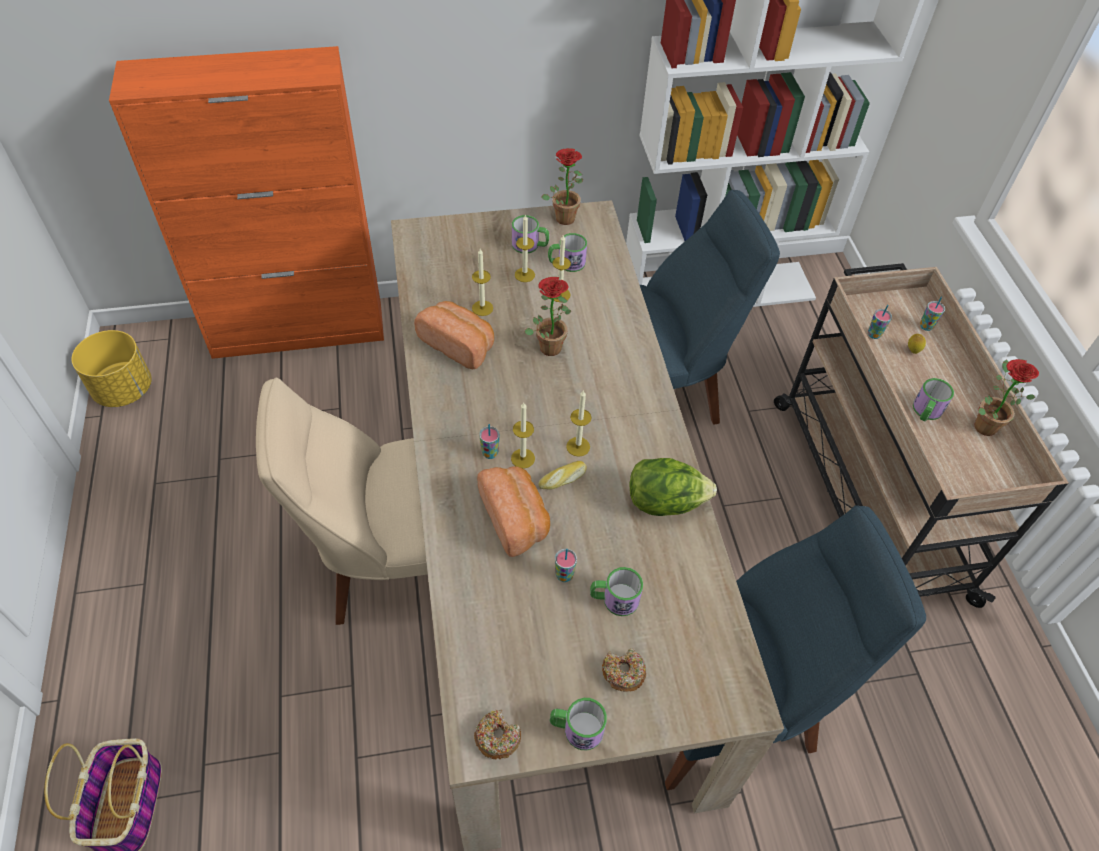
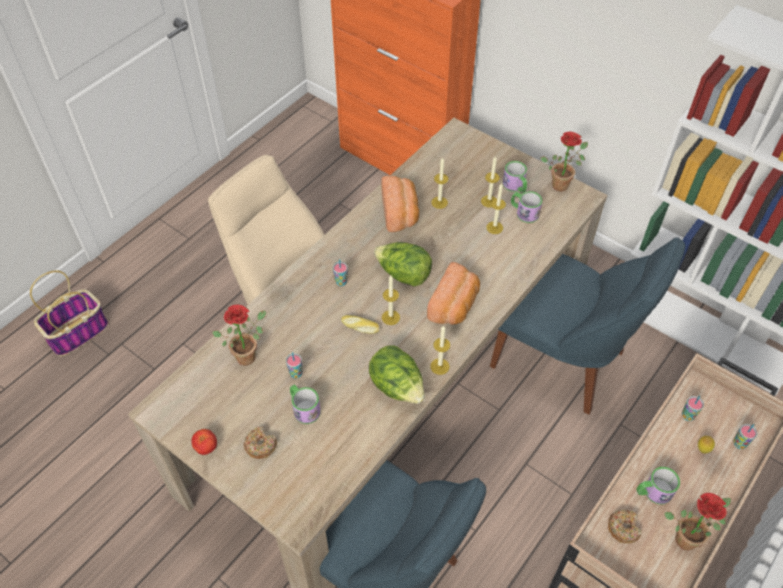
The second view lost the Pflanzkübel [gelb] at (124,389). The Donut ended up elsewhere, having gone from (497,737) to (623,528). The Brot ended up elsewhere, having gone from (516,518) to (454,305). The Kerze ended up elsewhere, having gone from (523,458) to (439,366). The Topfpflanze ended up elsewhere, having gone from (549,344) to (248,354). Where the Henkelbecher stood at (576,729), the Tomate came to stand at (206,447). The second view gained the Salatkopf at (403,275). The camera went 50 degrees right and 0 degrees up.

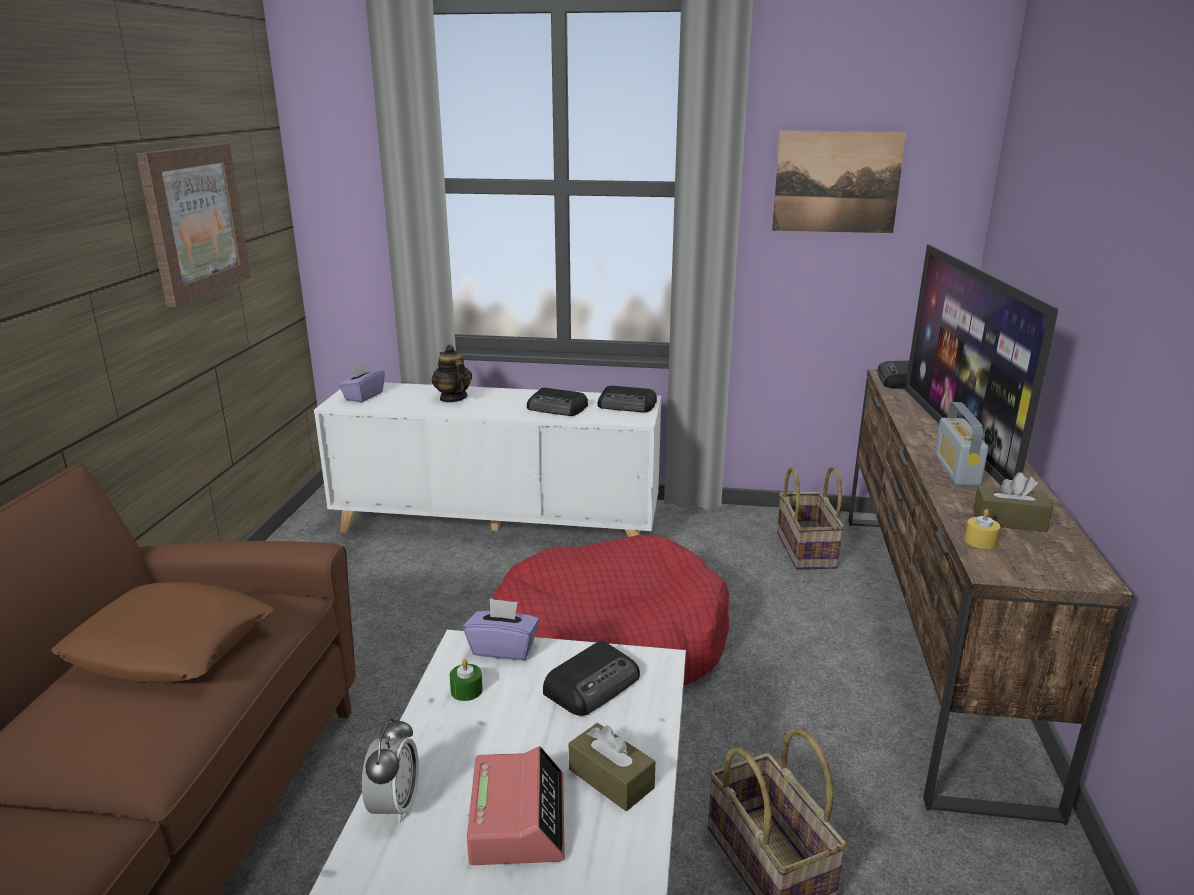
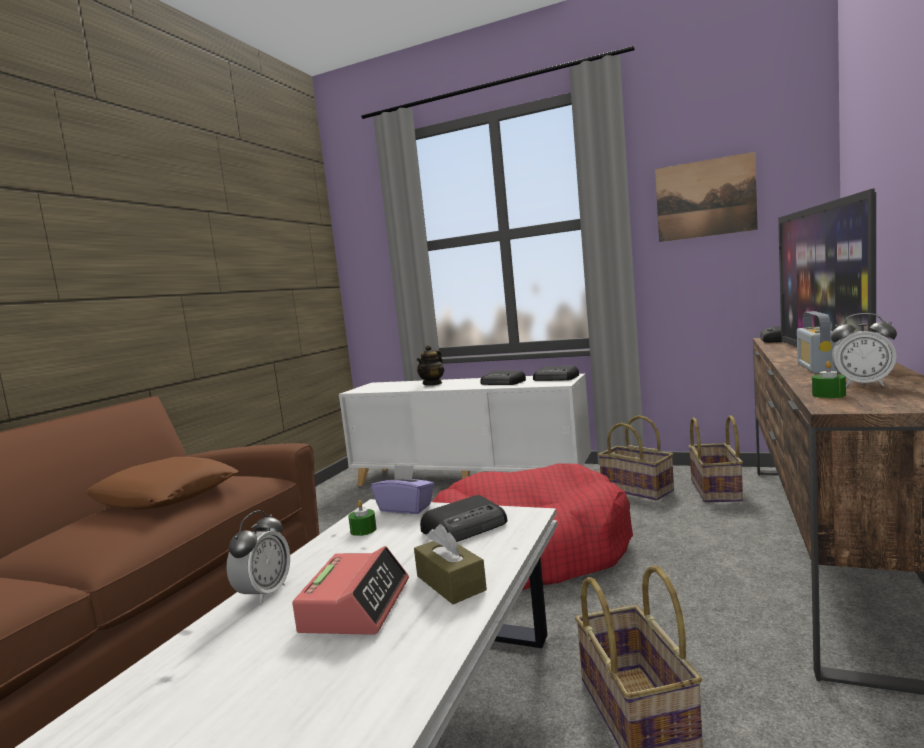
The second view lost the Bild at (194,221). The second view lost the Taschentuchbox [lila] at (363,396). The Teekanne at (453,398) ended up facing another way, 135 degrees counterclockwise from before. What was the Kerze [gelb] at (980,541) turned into the Kerze [grün] at (828,395). Where the Taschentuchbox [braun] stood at (1009,520), the Wecker came to stand at (863,385). The second view gained the Korb at (638,489). The camera went 15 degrees right and 15 degrees down.

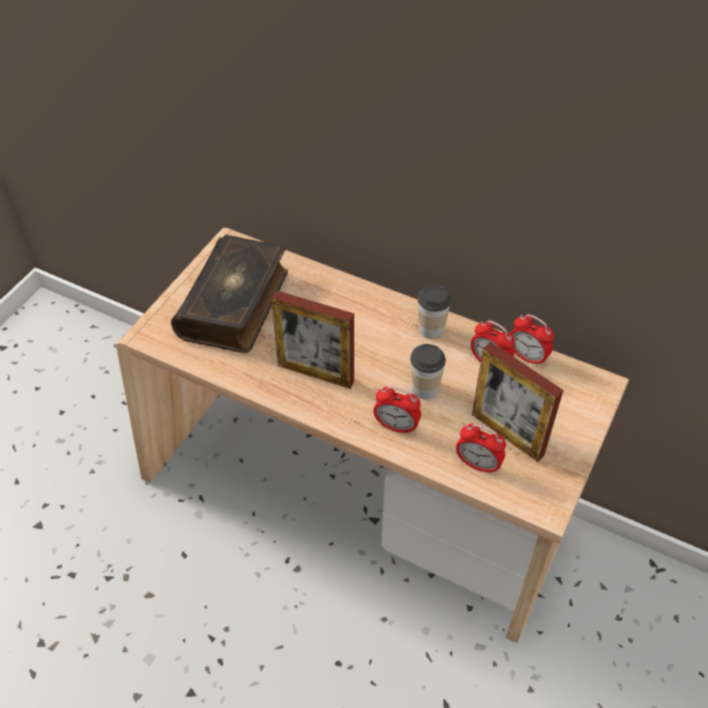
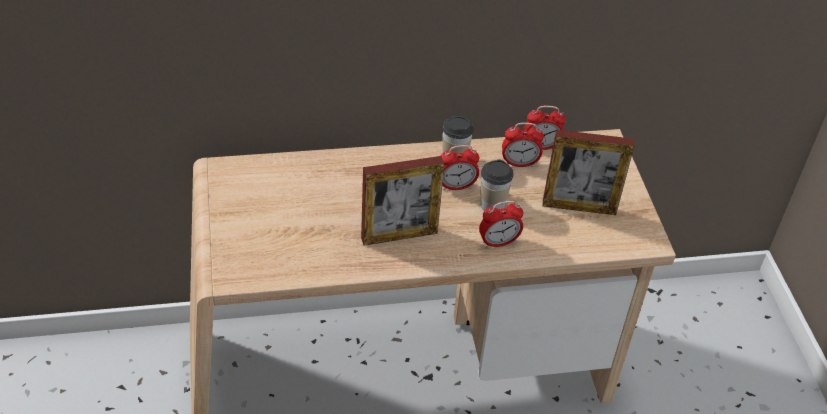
The second view lost the Buch at (235,304). The Wecker ended up elsewhere, having gone from (477,464) to (456,186). The camera went 40 degrees left and 5 degrees down.

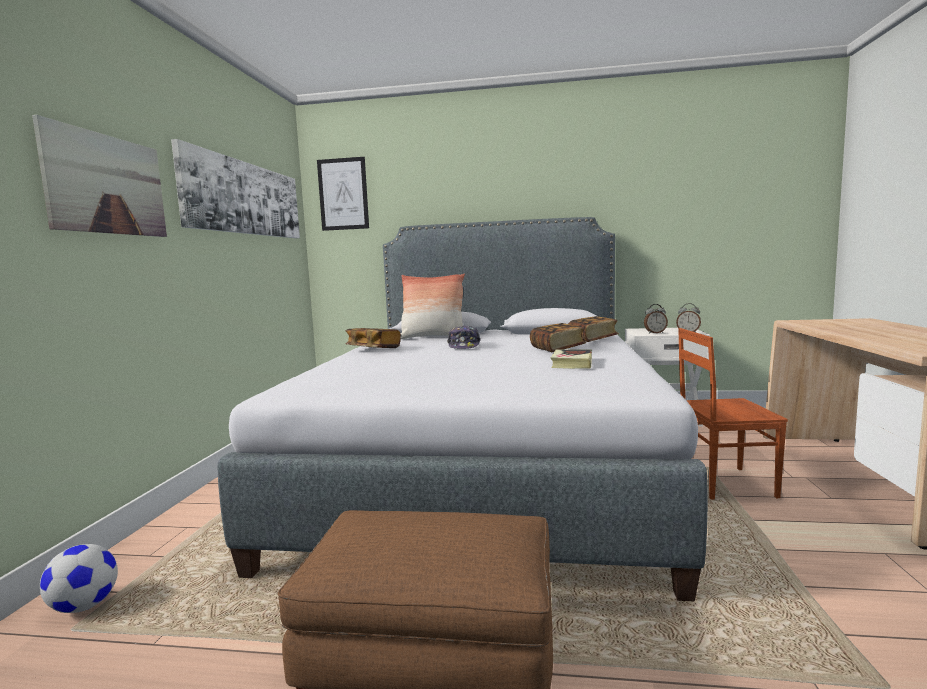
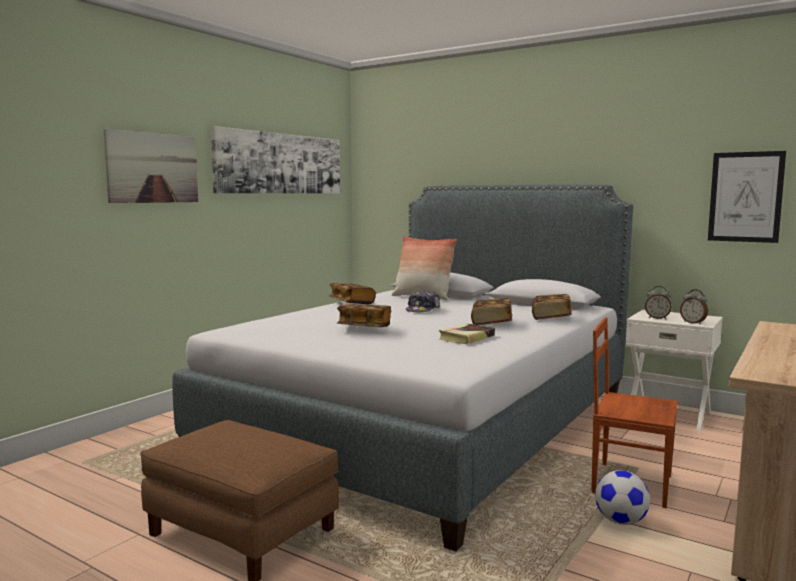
The Fußball ended up elsewhere, having gone from (84,606) to (620,521). The Bild ended up elsewhere, having gone from (343,194) to (745,197). The second view gained the Buch at (364,328). The camera went 25 degrees right and 0 degrees up.

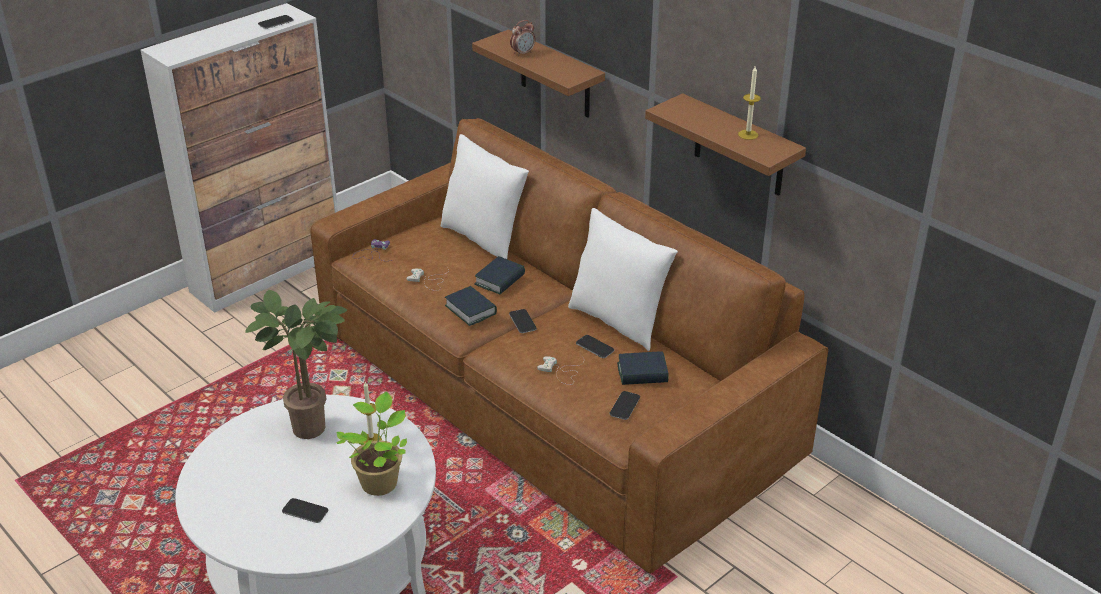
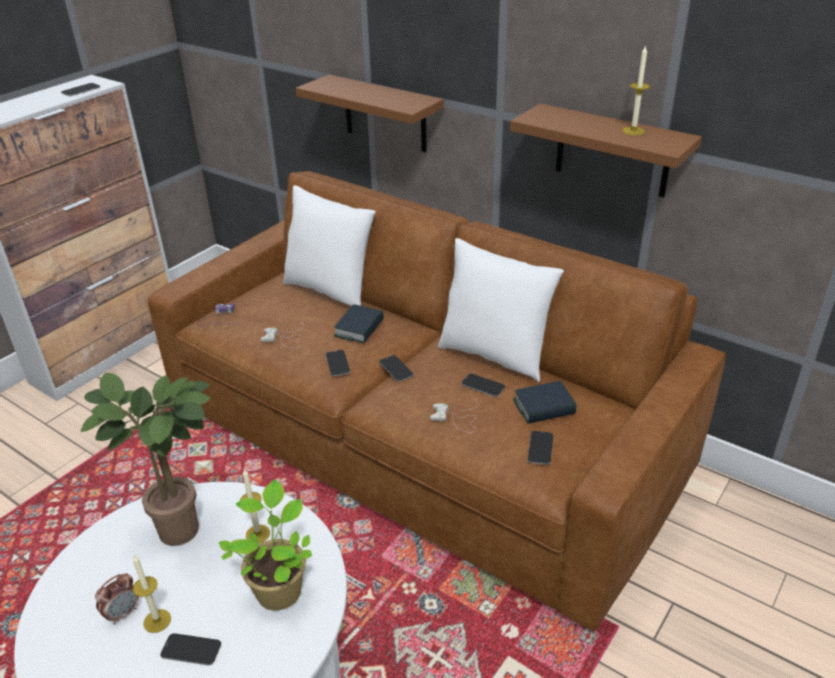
Where the Buch stood at (470,310), the Handy came to stand at (337,363). The Wecker ended up elsewhere, having gone from (523,53) to (123,613). The second view gained the Kerze at (157,621). The camera went 10 degrees left and 0 degrees up.

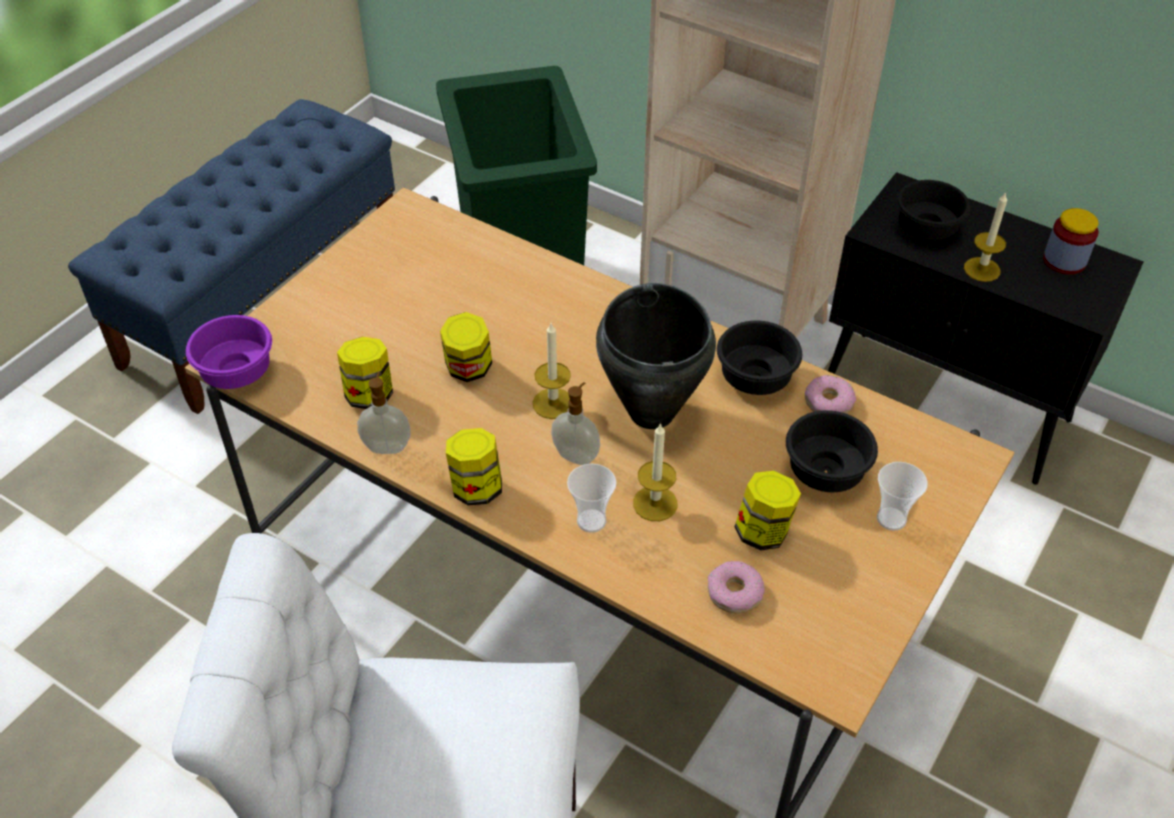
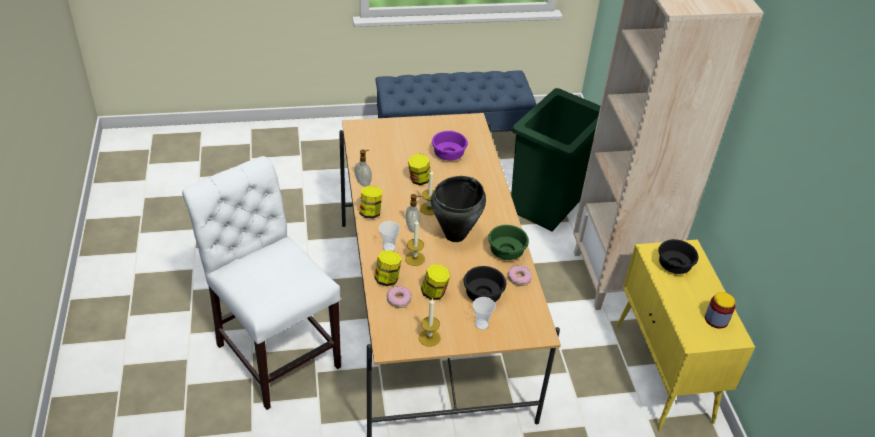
The Schüssel [lila] ended up elsewhere, having gone from (234,372) to (447,154). The Vorratsglas ended up elsewhere, having gone from (369,395) to (387,279). What was the Schüssel [schwarz] at (753,379) turned into the Schüssel [grün] at (505,252). What was the Schrank [schwarz] at (947,406) turned into the Schrank [gelb] at (663,374). The Kerze ended up elsewhere, having gone from (982,269) to (429,338). The camera went 45 degrees right and 5 degrees down.

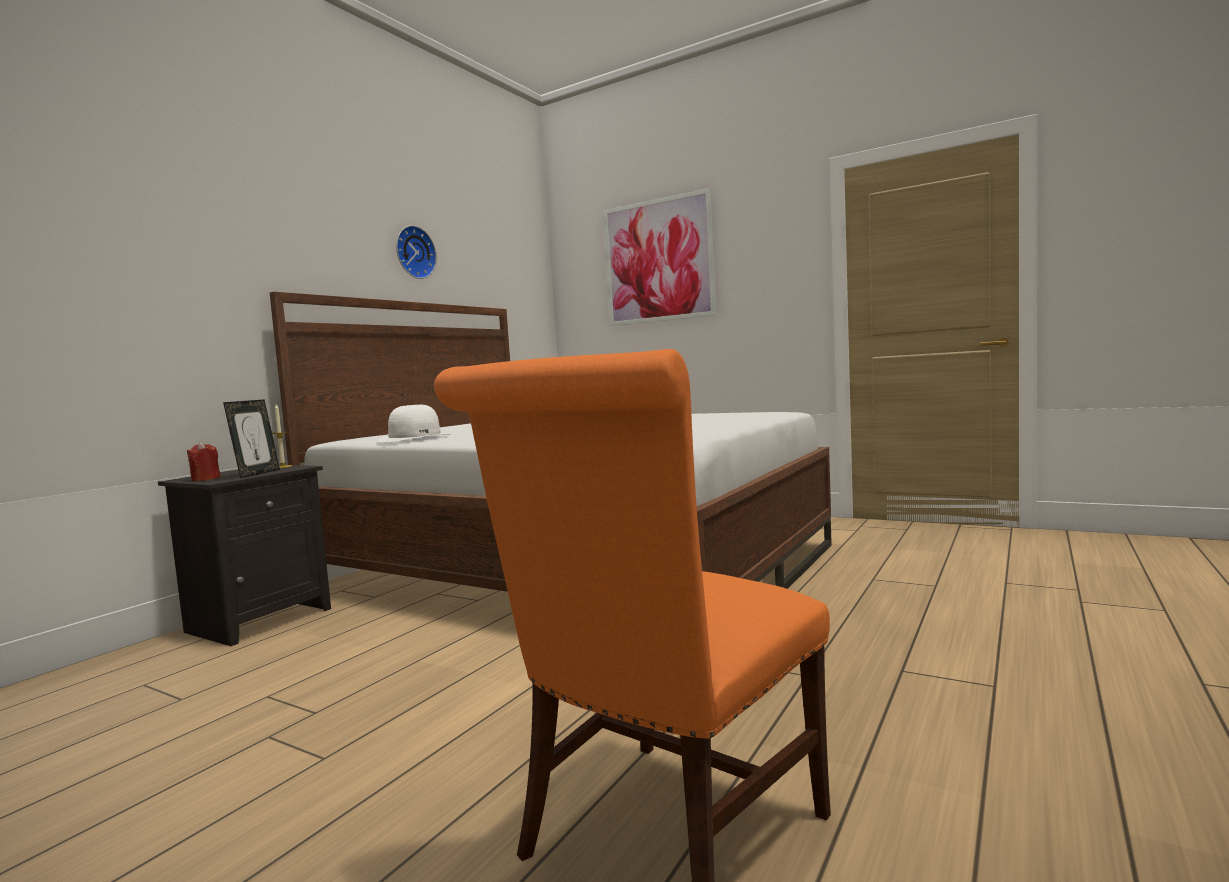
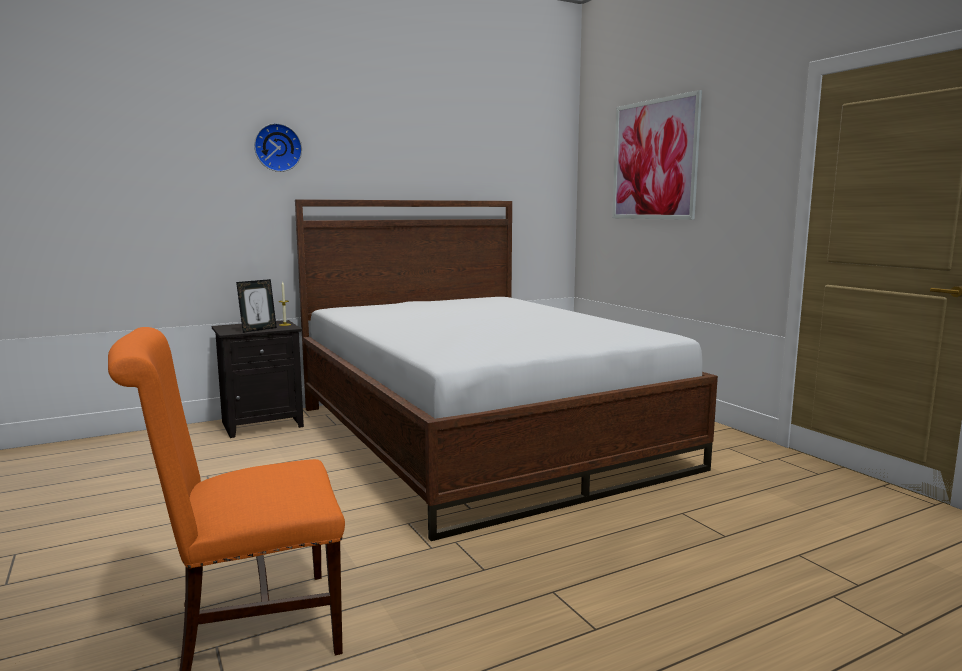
The second view lost the Kerze [rot] at (205,479). The second view lost the Hut [weiß] at (415,438). The Wanduhr ended up elsewhere, having gone from (413,252) to (277,148). The camera went 30 degrees right and 5 degrees up.

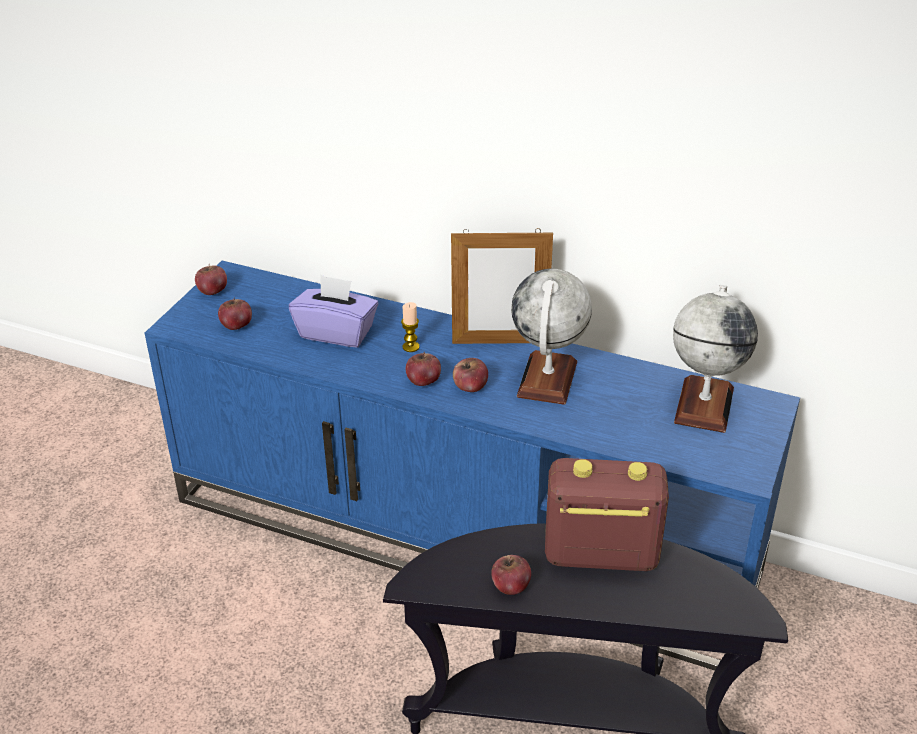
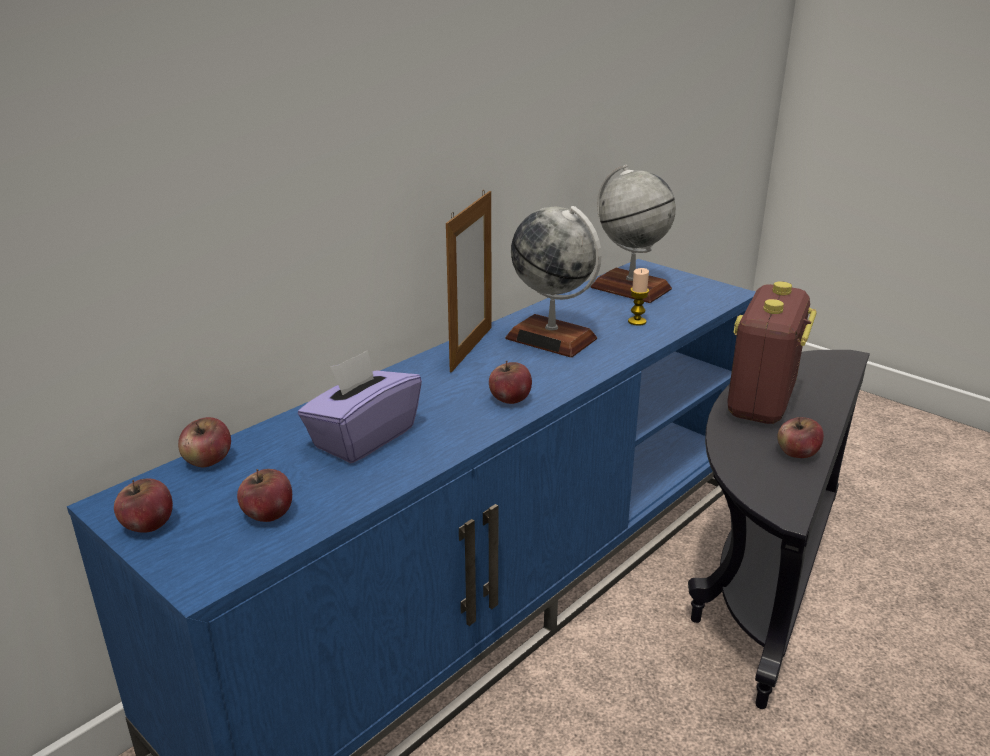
The Kerze ended up elsewhere, having gone from (411,347) to (637,321). The Apfel ended up elsewhere, having gone from (470,387) to (208,461). The camera went 70 degrees left and 10 degrees down.

